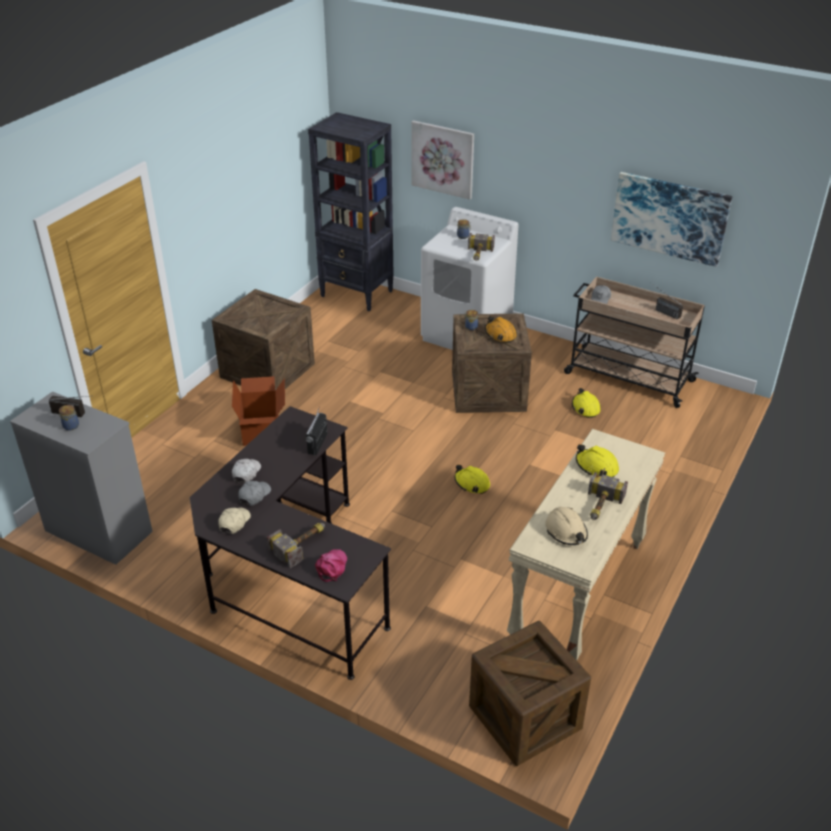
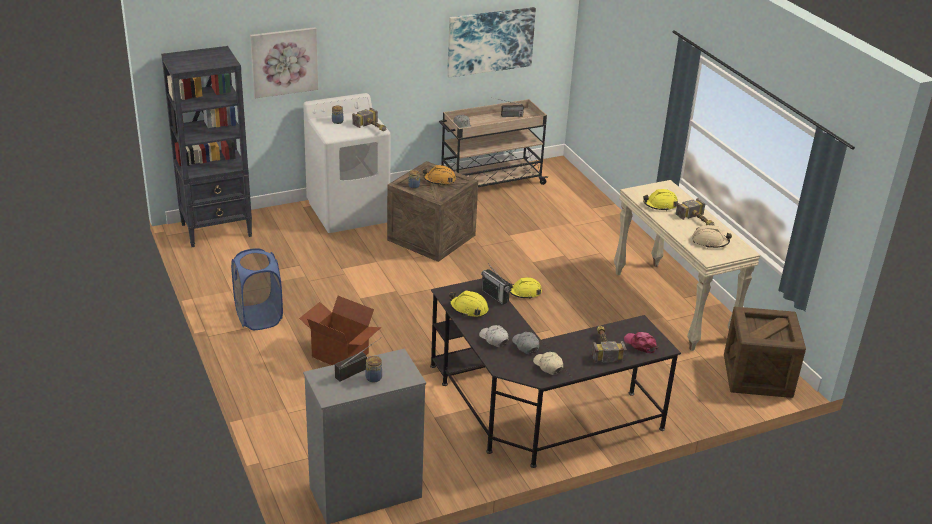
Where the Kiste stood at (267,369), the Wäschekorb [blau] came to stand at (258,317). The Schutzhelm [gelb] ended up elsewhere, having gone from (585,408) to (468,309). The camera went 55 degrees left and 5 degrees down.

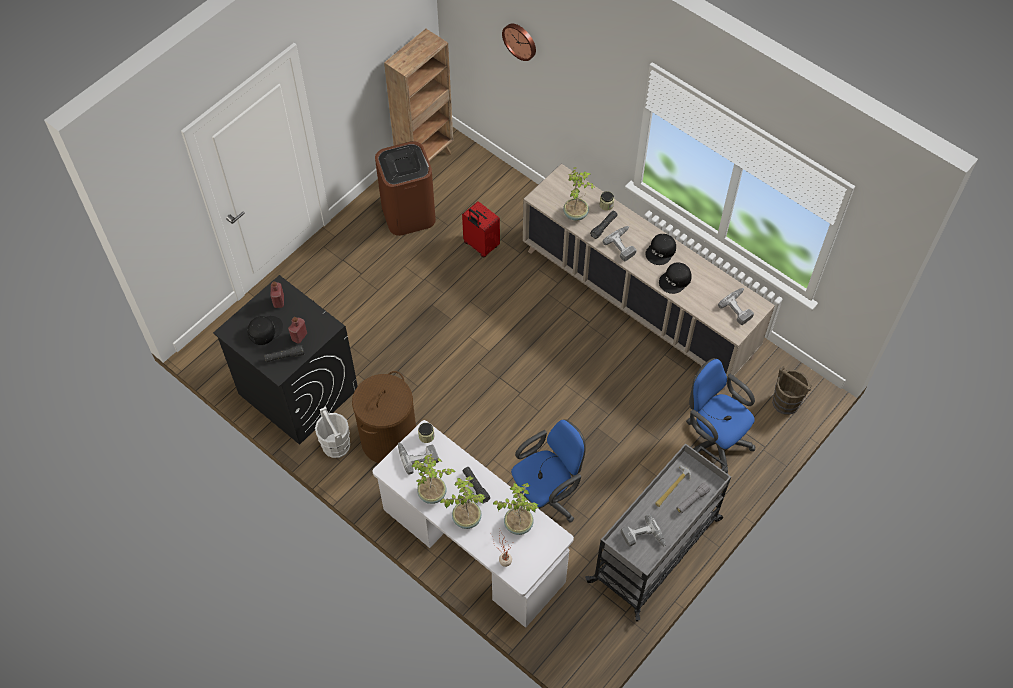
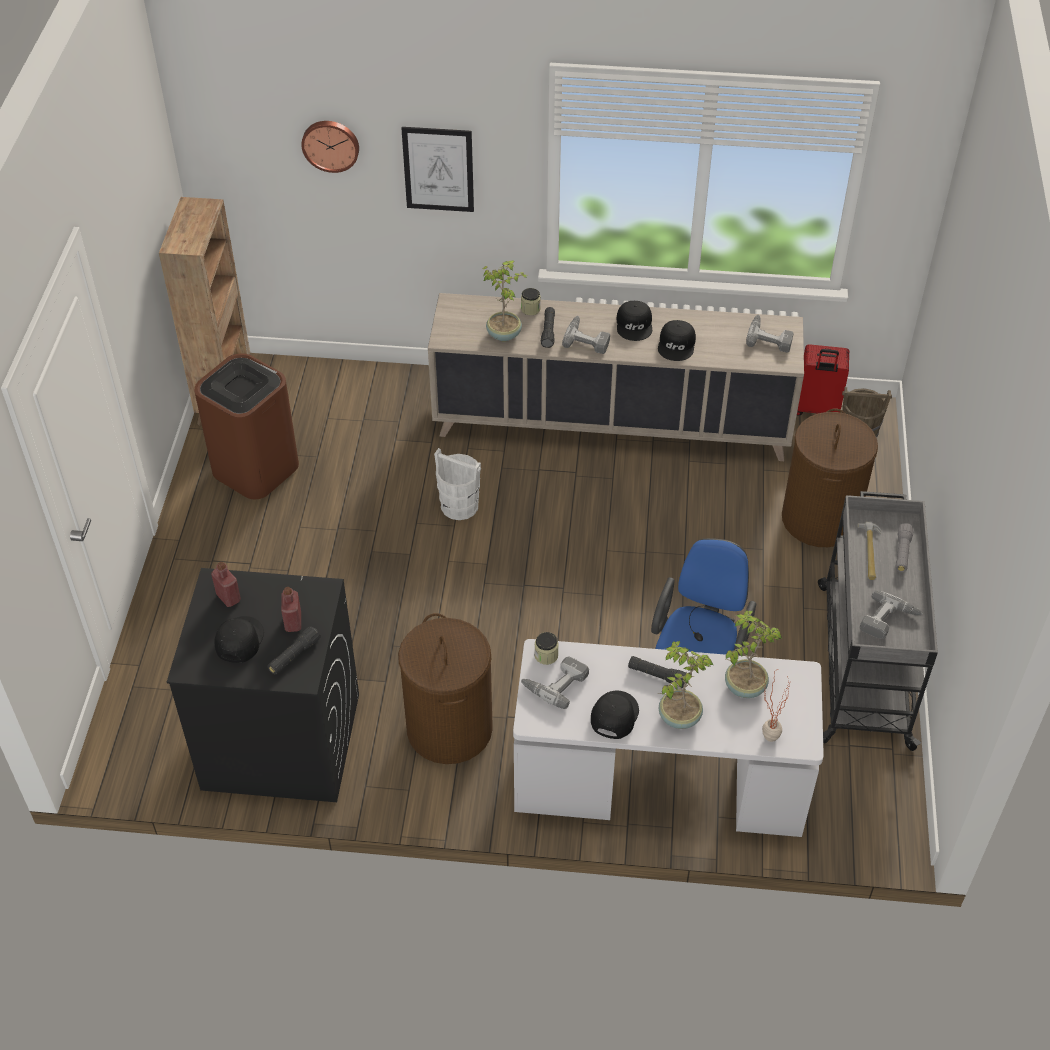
The Eimer [weiß] ended up elsewhere, having gone from (336,445) to (459,505). Where the Topfpflanze stood at (432,494), the Kappe [schwarz] came to stand at (613,715). The Koffer [rot] ended up elsewhere, having gone from (480,245) to (816,409). Where the Bürostuhl [blau] stood at (712,441), the Wäschekorb [braun] came to stand at (819,519). The second view gained the Bild at (438,169). The camera went 35 degrees left and 10 degrees down.

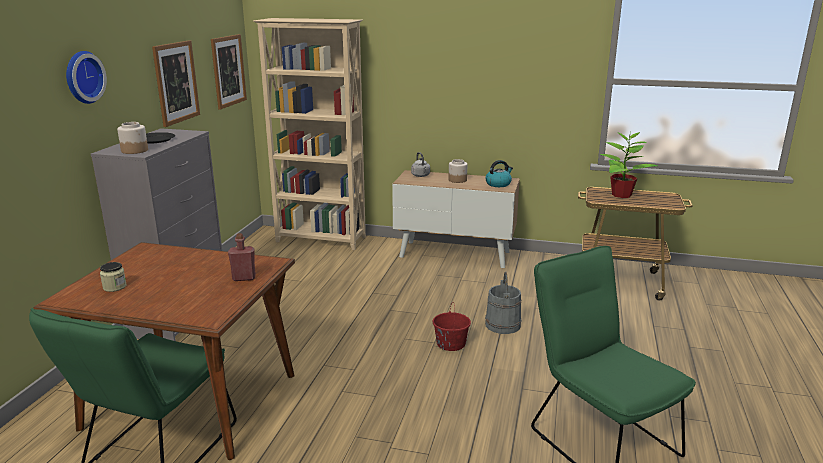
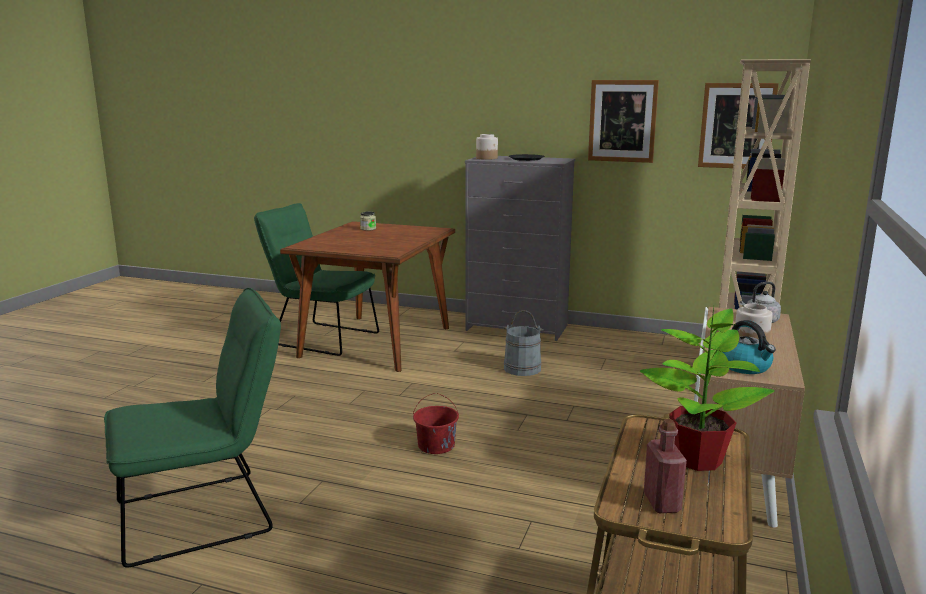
The second view lost the Wanduhr at (82,77). The Flasche [rot] ended up elsewhere, having gone from (244,278) to (662,503). The Eimer [grau] ended up elsewhere, having gone from (502,324) to (522,368). The camera went 95 degrees right and 5 degrees down.

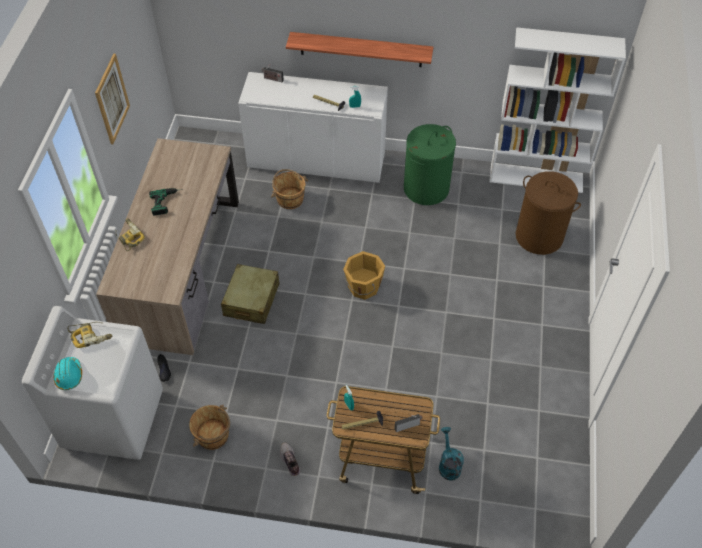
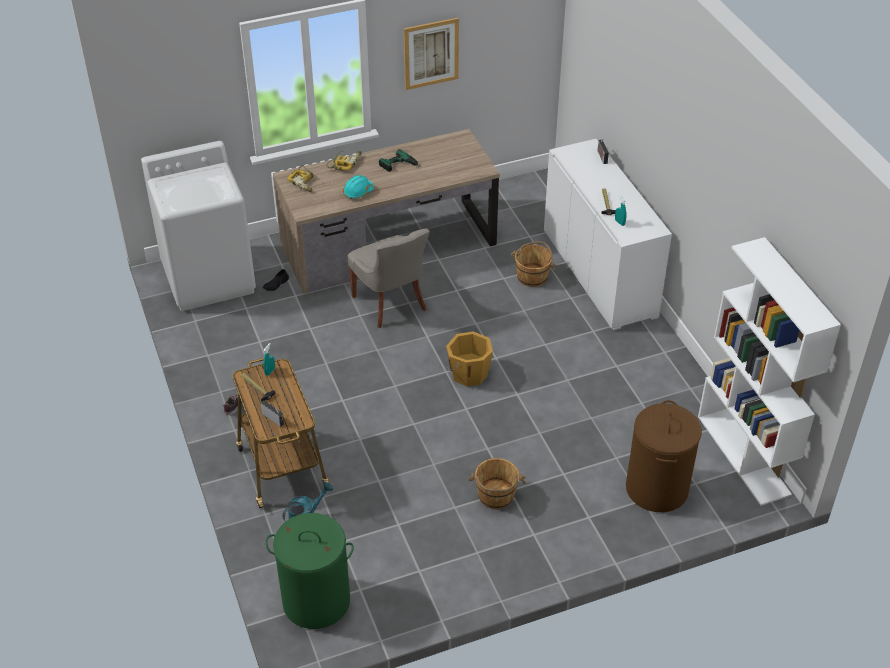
The Schutzhelm [türkis] ended up elsewhere, having gone from (69,376) to (358,192). The Bohrmaschine ended up elsewhere, having gone from (91,335) to (305,182). The Eimer [braun] ended up elsewhere, having gone from (213,435) to (496,496). Where the Koffer [beige] stood at (251,300), the Stuhl [grau] came to stand at (391,304). The second view lost the Wandregal at (361,49). The Wäschekorb [grün] ended up elsewhere, having gone from (426,188) to (316,601). The camera went 60 degrees right and 10 degrees down.

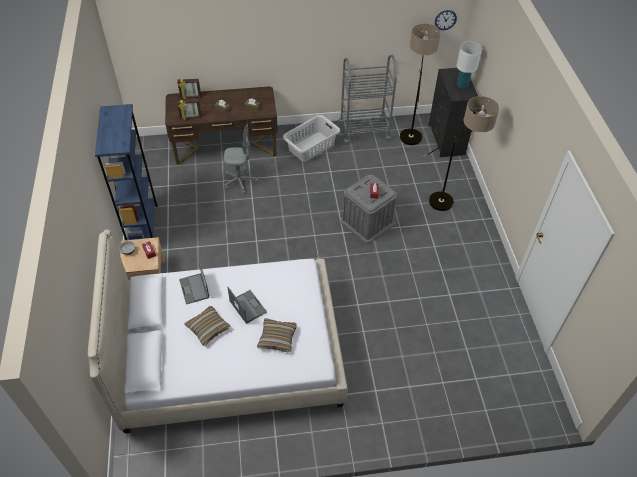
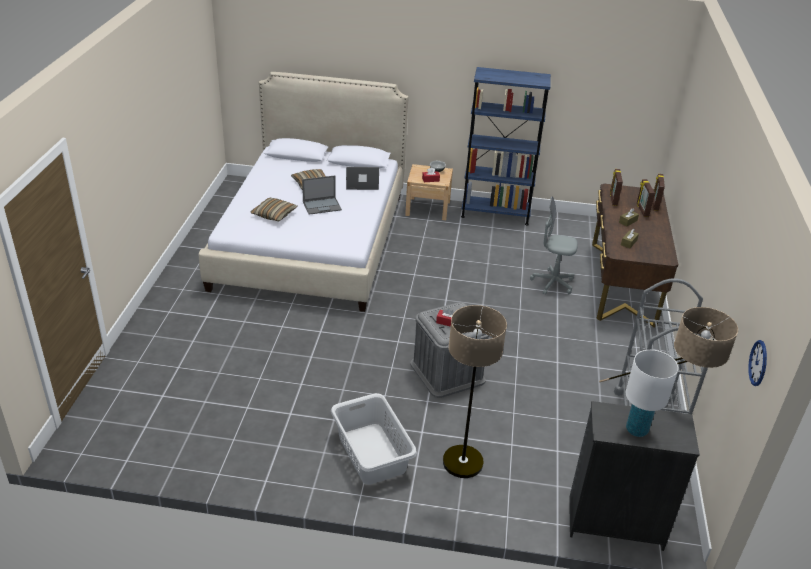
The Bürostuhl [grau] at (240,181) ended up facing another way, 90 degrees clockwise from before. The Wäschekorb [grau] ended up elsewhere, having gone from (311,147) to (371,454). The second view gained the Bilderrahmen at (642,210). The camera went 105 degrees right and 15 degrees down.

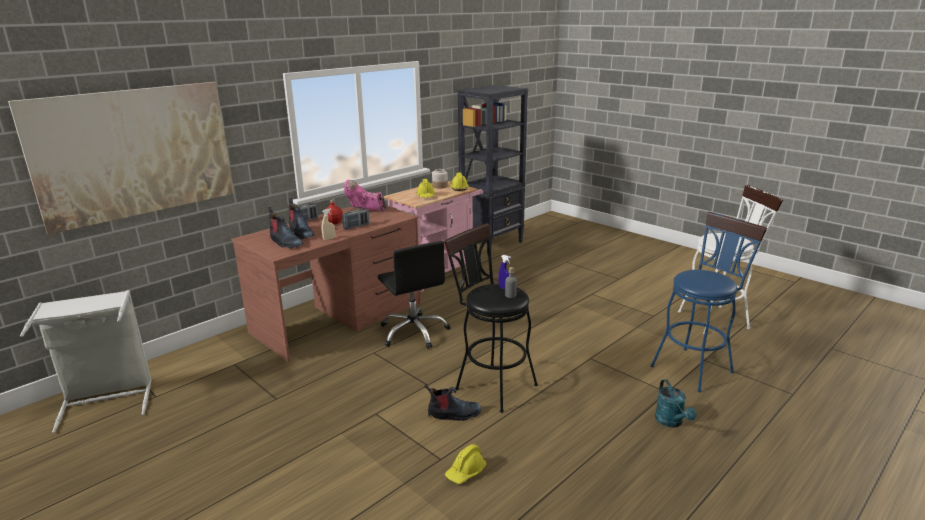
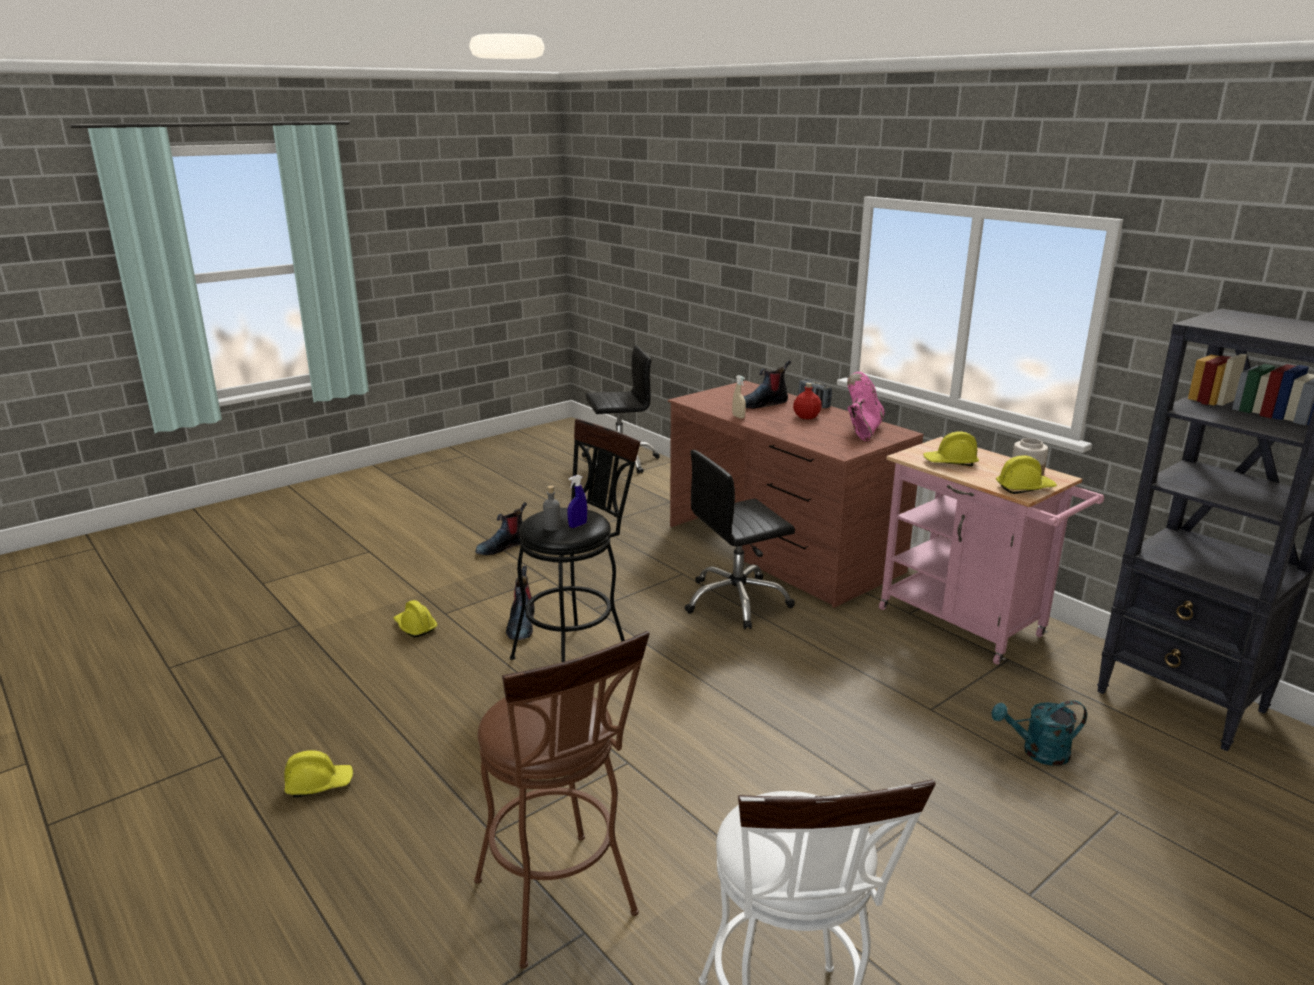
The second view lost the Bild at (135,153). Where the Wäschekorb [grau] stood at (107,400), the Bürostuhl [schwarz] came to stand at (620,461). The Stiefel ended up elsewhere, having gone from (285,243) to (502,546). The second view lost the Radio at (356,226). What was the Hocker [blau] at (695,366) turned into the Hocker [braun] at (561,906). The Gießkanne [türkis] ended up elsewhere, having gone from (671,422) to (1037,752). The second view gained the Schutzhelm [gelb] at (319,784). The camera went 95 degrees right and 0 degrees up.

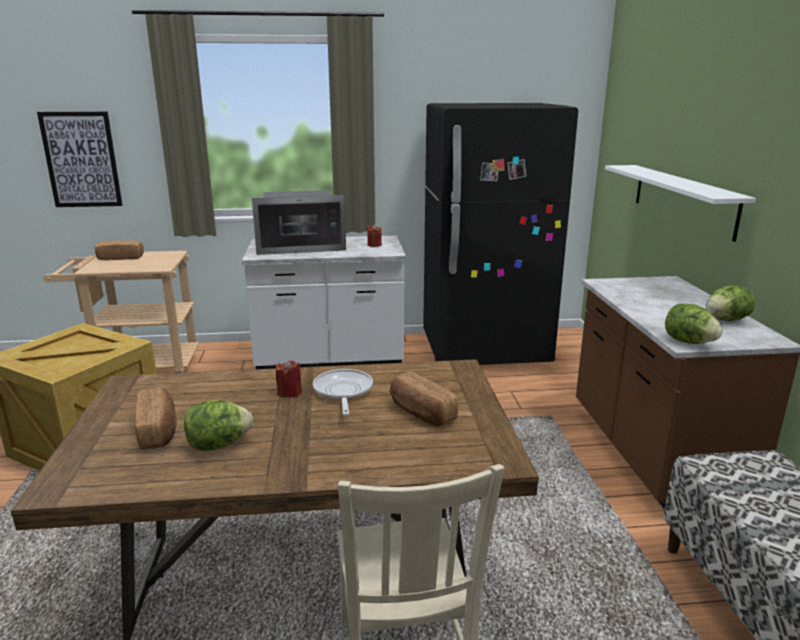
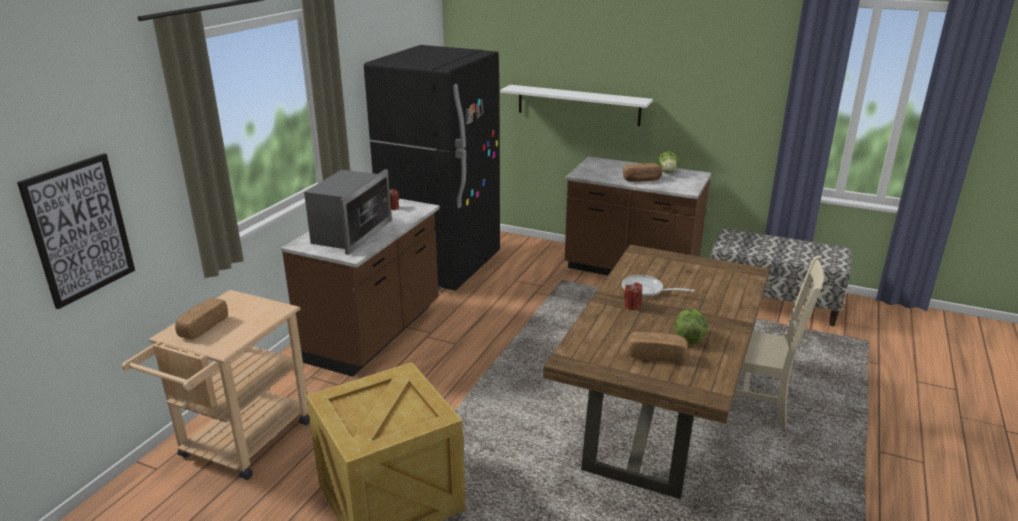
What was the Küchenzeile [weiß] at (330,361) turned into the Küchenzeile [braun] at (375,334). The Brot ended up elsewhere, having gone from (421,413) to (642,180). The second view lost the Salatkopf at (688,342). The camera went 60 degrees left and 5 degrees up.

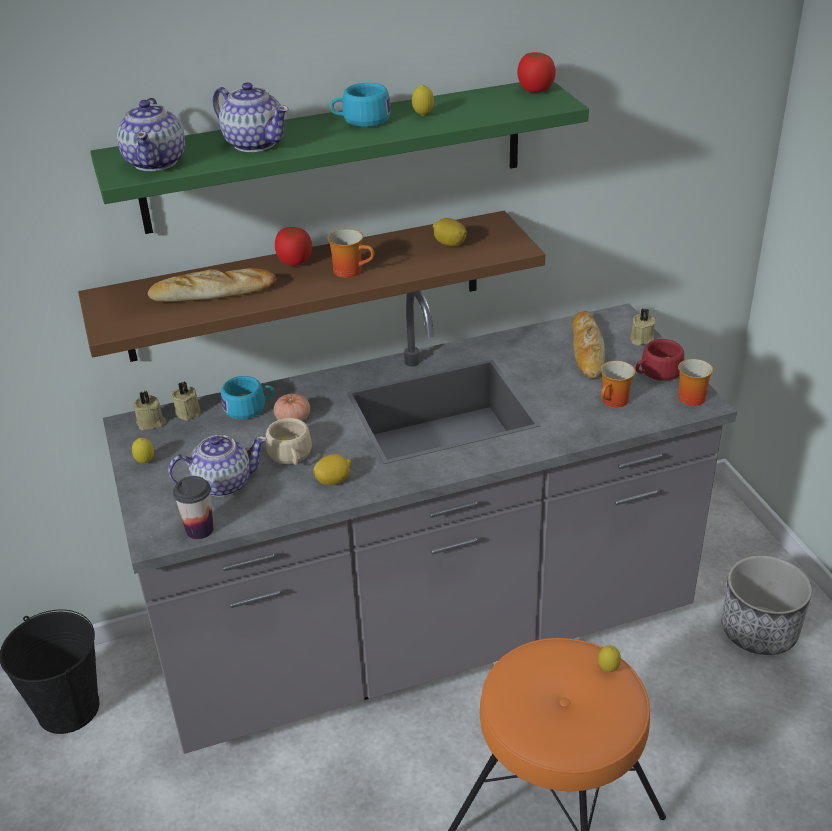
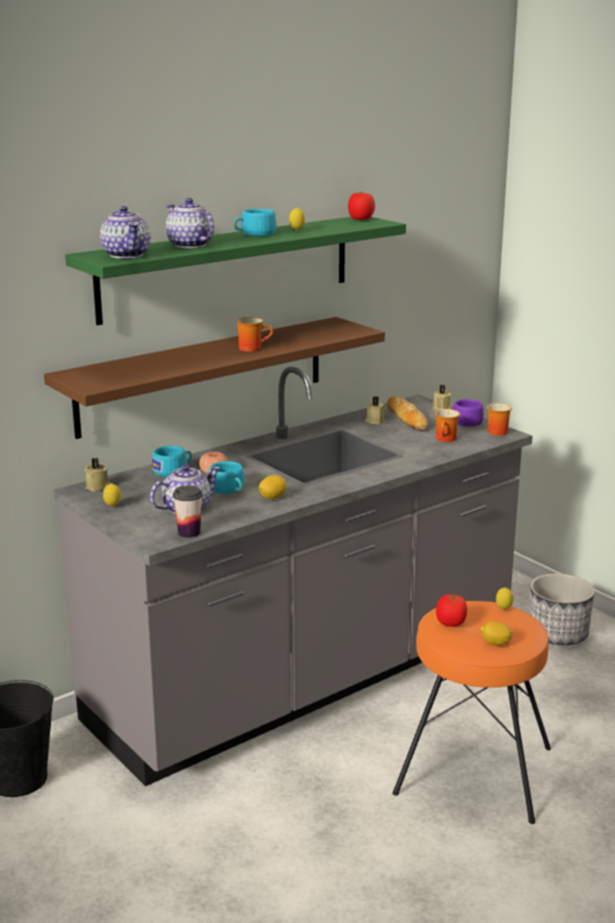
The second view lost the Brot at (213,292). The Kerze [beige] ended up elsewhere, having gone from (189,411) to (375,421). The Teekanne at (254,143) ended up facing another way, 150 degrees counterclockwise from before. What was the Tasse [beige] at (291,456) turned into the Tasse [türkis] at (229,490). The Tomate ended up elsewhere, having gone from (294,262) to (450,623). The Zitrone ended up elsewhere, having gone from (449,244) to (495,643). What was the Tasse [rot] at (657,372) turned into the Tasse [lila] at (464,423). The camera went 20 degrees left and 15 degrees down.

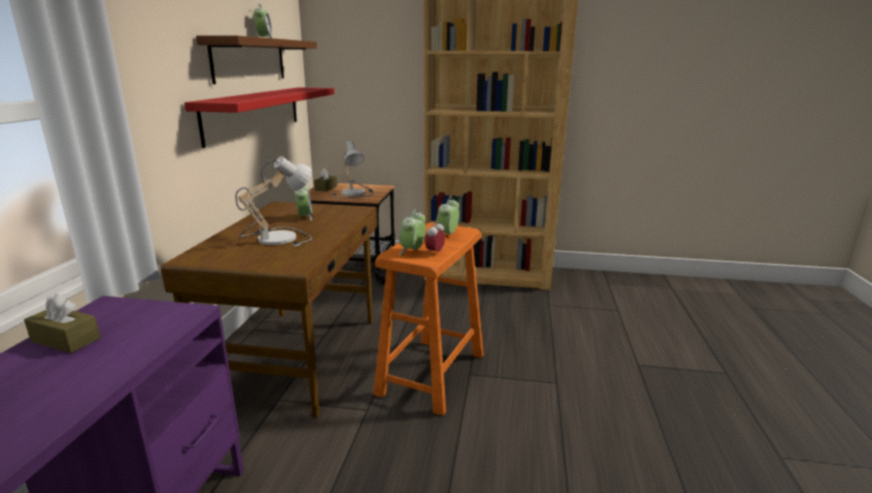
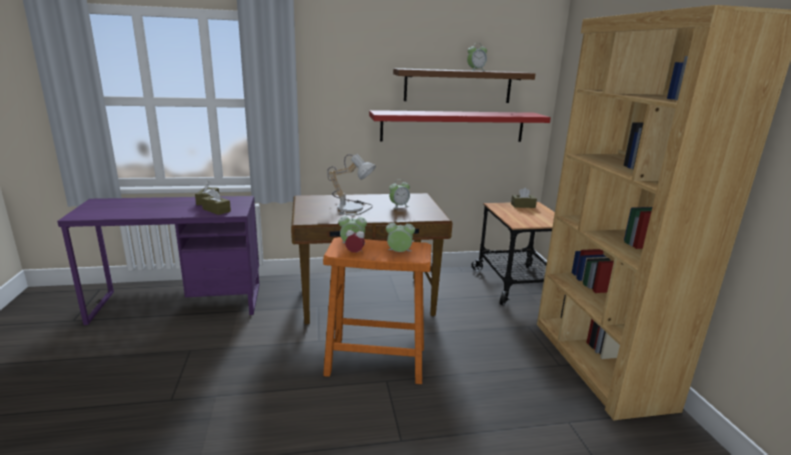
The second view lost the Tischlampe at (356,193). The second view gained the Taschentuchbox [braun] at (216,210). The camera went 70 degrees right and 0 degrees up.

